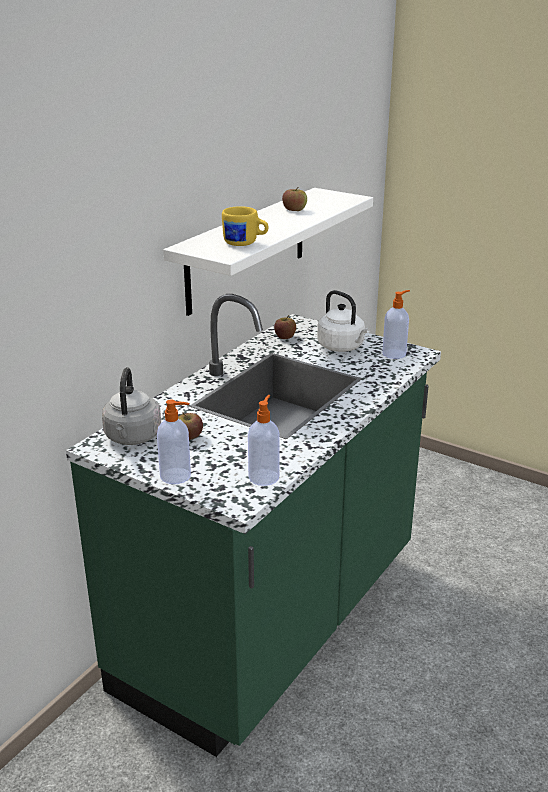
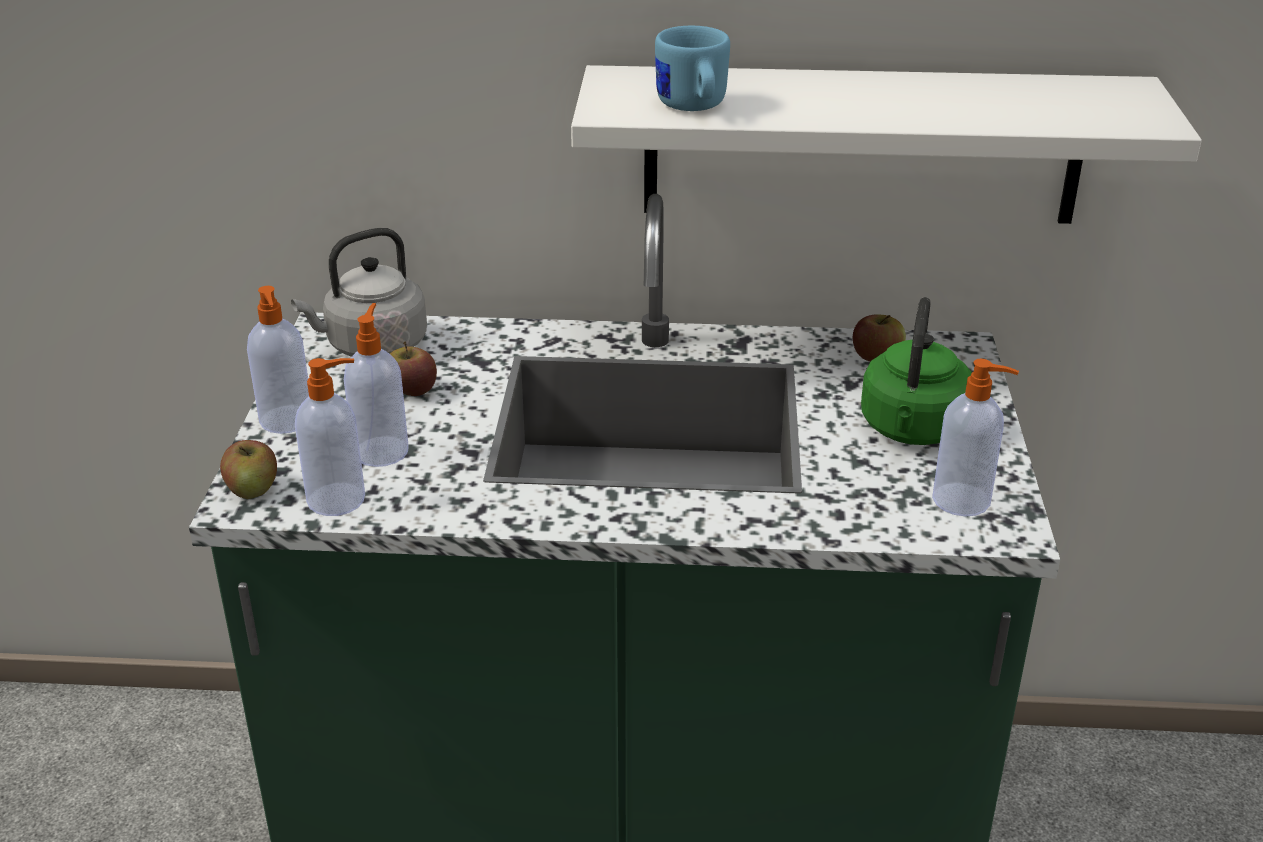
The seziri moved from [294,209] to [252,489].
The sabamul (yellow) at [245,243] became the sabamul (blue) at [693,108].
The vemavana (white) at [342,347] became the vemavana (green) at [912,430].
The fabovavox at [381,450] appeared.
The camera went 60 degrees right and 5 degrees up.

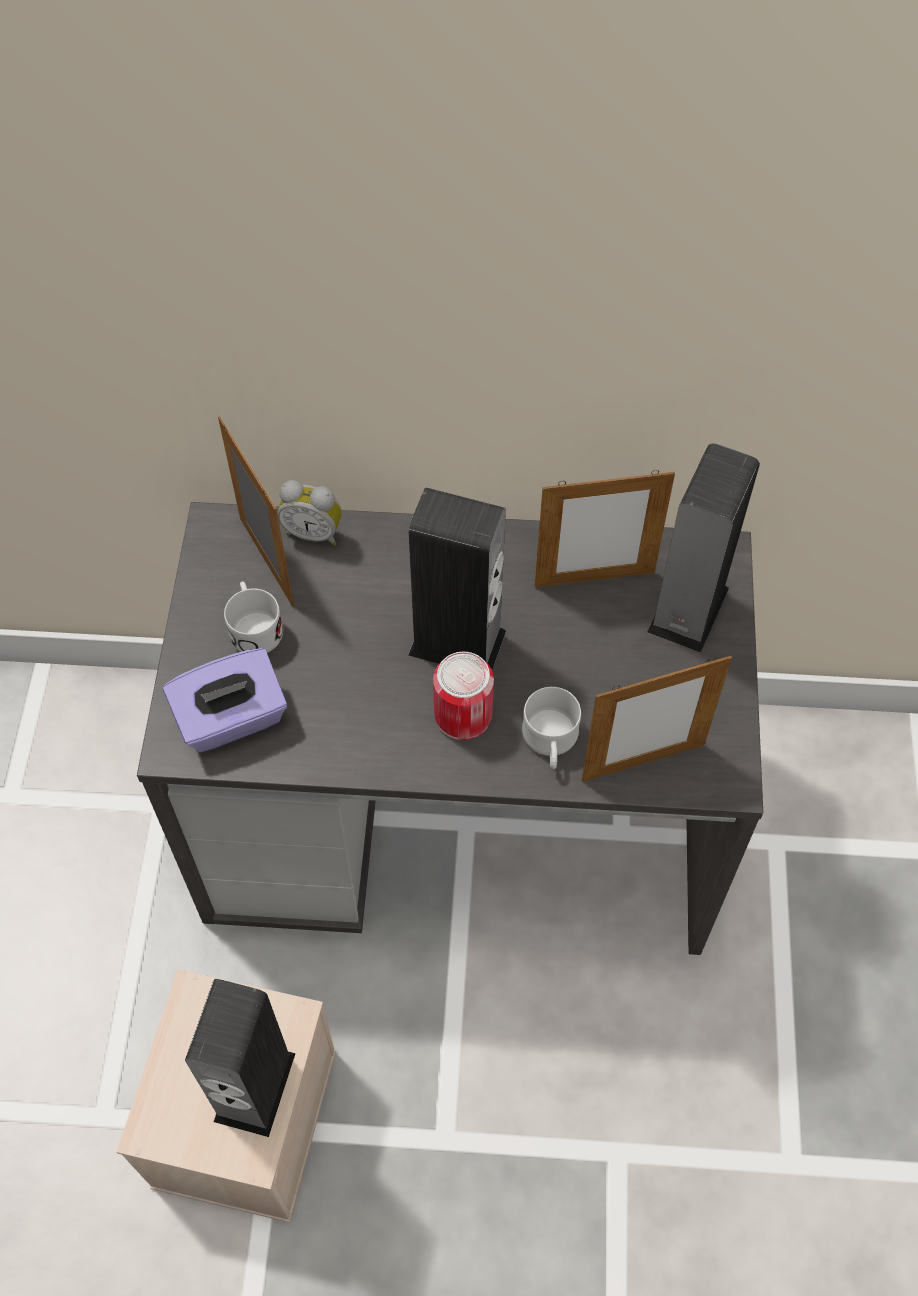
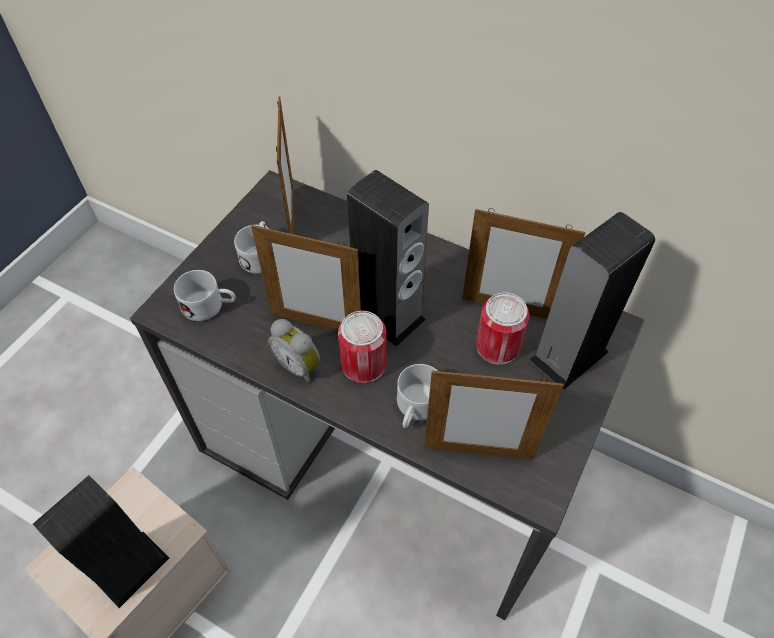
The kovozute moved from [314,532] to [299,365].
The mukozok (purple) at [232,719] was replaced by the sabamul (white) at [210,306].
The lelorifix at [316,324] appeared.
The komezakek at [497,346] appeared.
The camera went 25 degrees right and 5 degrees down.

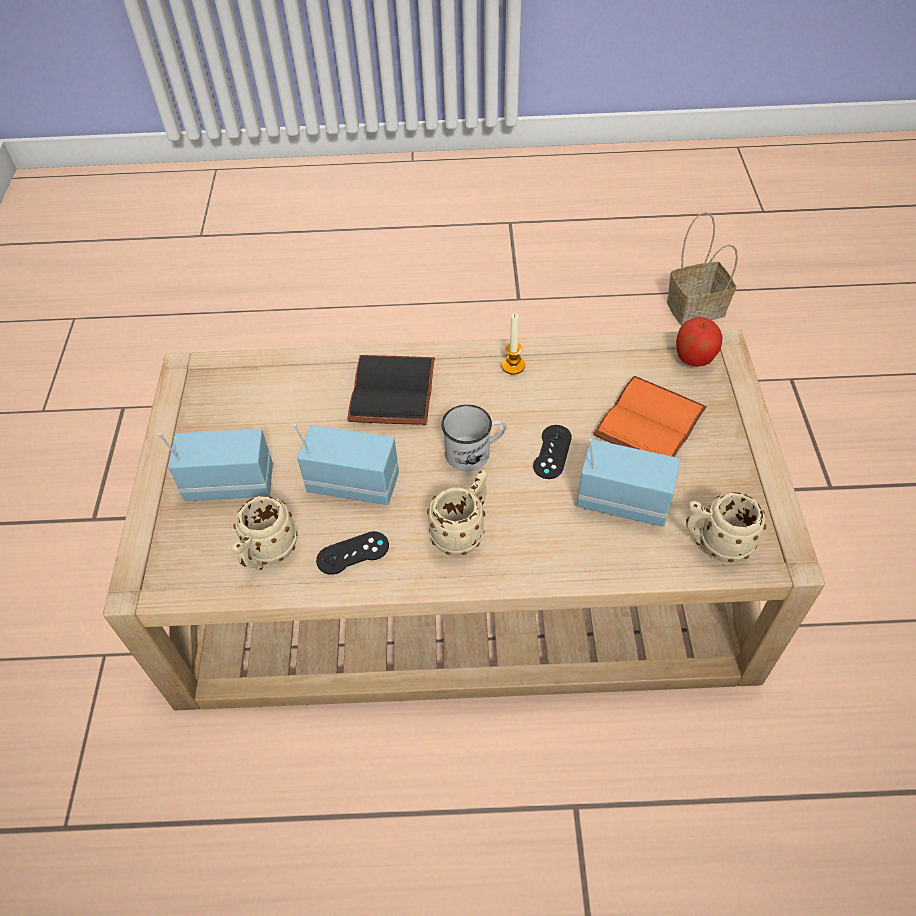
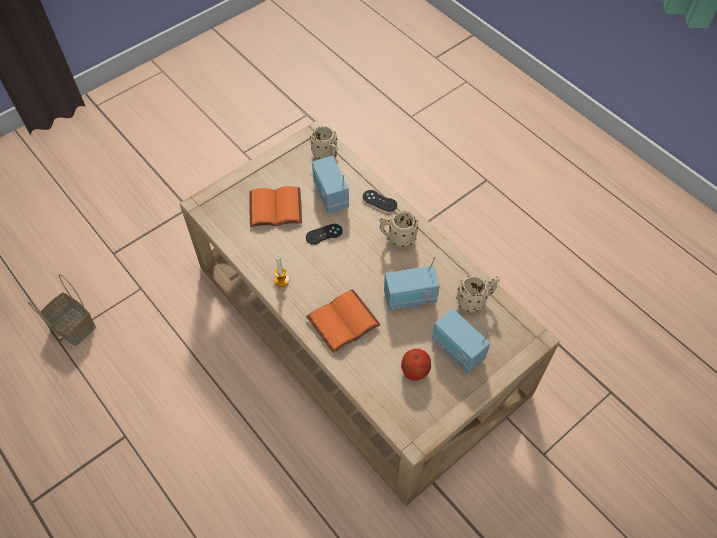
The seziri moved from [694,358] to [414,371].
The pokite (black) at [395,392] became the pokite (orange) at [343,320].
The sabamul (white) at [475,452] disappeared.
The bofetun at [354,484] turned 75 degrees counterclockwise.
The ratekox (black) moved from [353,553] to [379,201].
The camera went 130 degrees left and 5 degrees up.

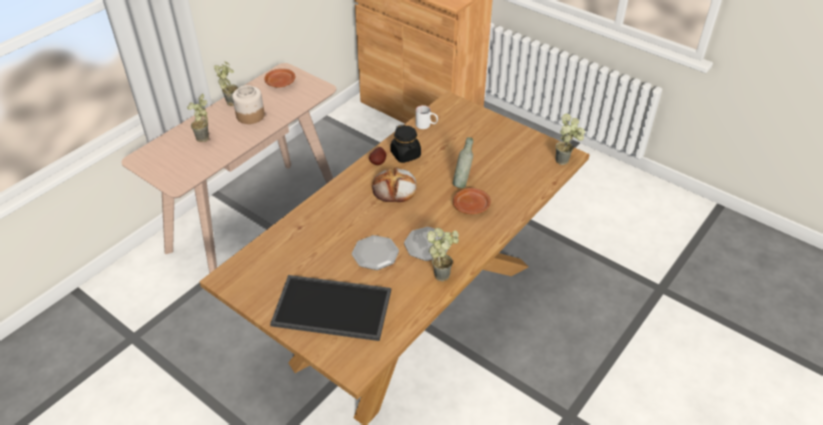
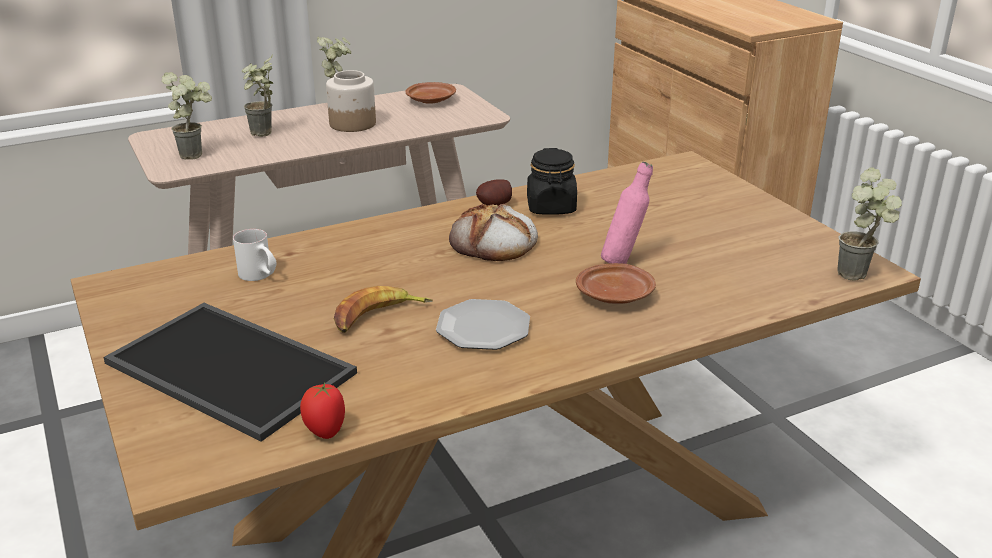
The sabamul (white) moved from [426,125] to [260,276].
The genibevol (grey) at [462,183] became the genibevol (pink) at [623,262].
The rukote moved from [443,272] to [197,154].
The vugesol at [375,254] was replaced by the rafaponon at [378,317].
The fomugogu at [325,431] appeared.
The camera went 25 degrees right and 15 degrees down.

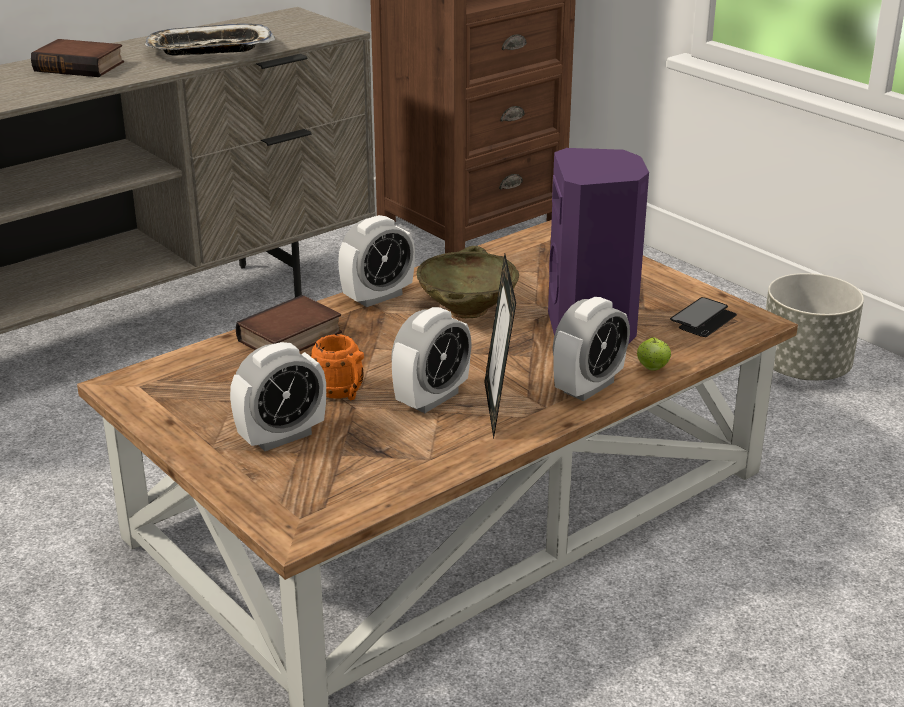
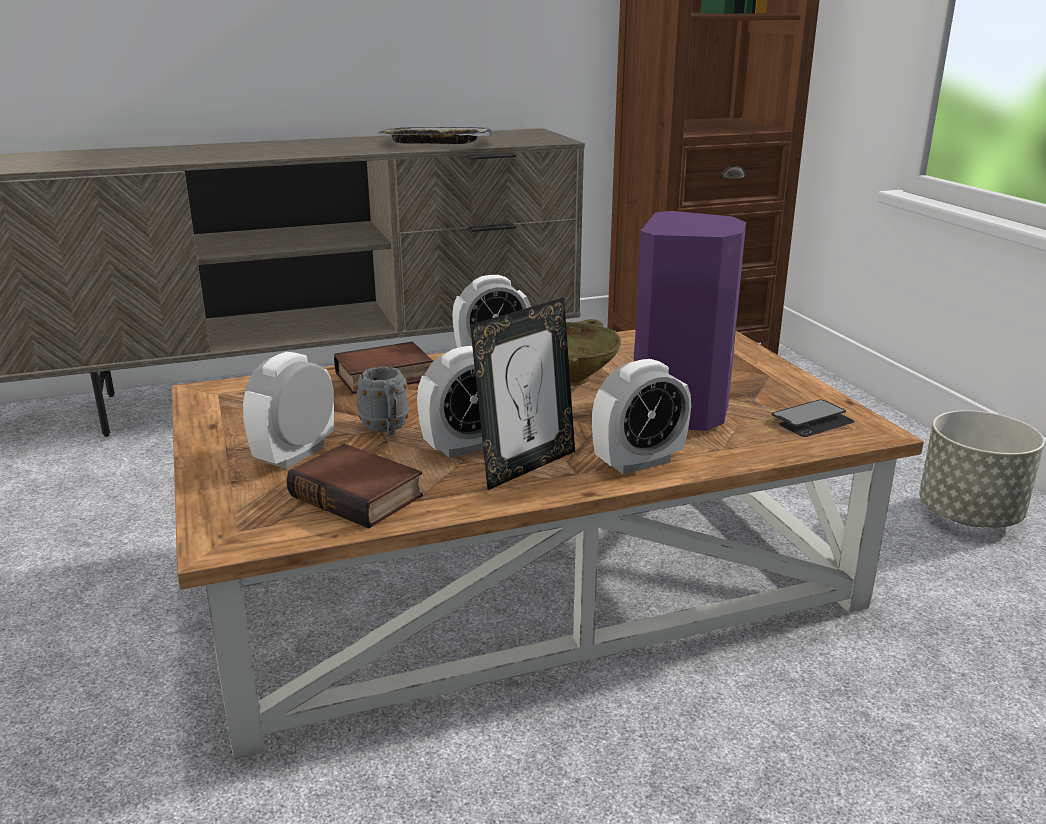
The pokite moved from [81,66] to [360,495].
The lelorifix at [498,409] turned 150 degrees counterclockwise.
The sabamul (orange) at [342,393] became the sabamul (grey) at [386,428].
The seziri at [652,368] disappeared.
The kovozute at [281,436] turned 135 degrees clockwise.
The camera went 20 degrees right and 5 degrees down.

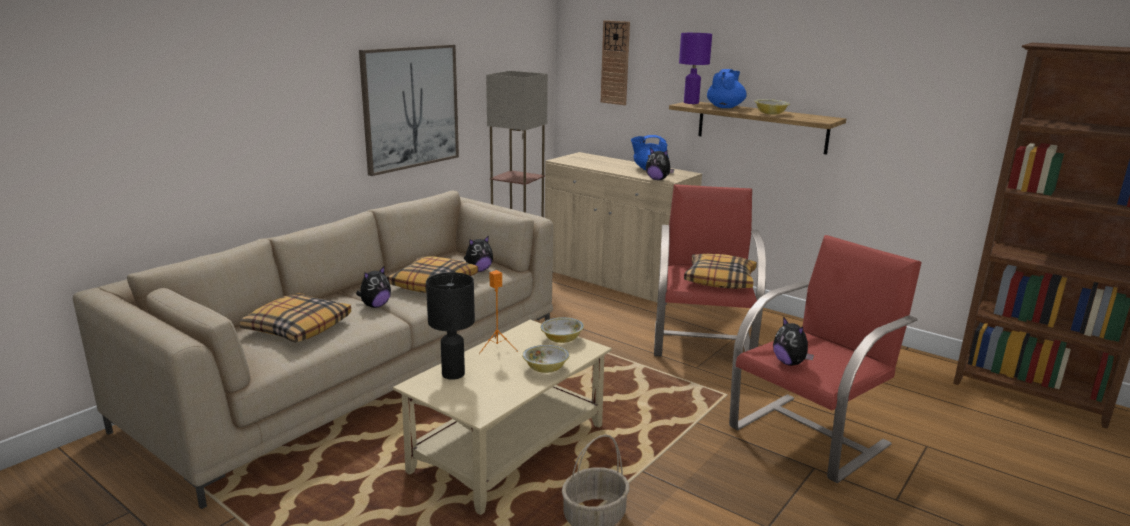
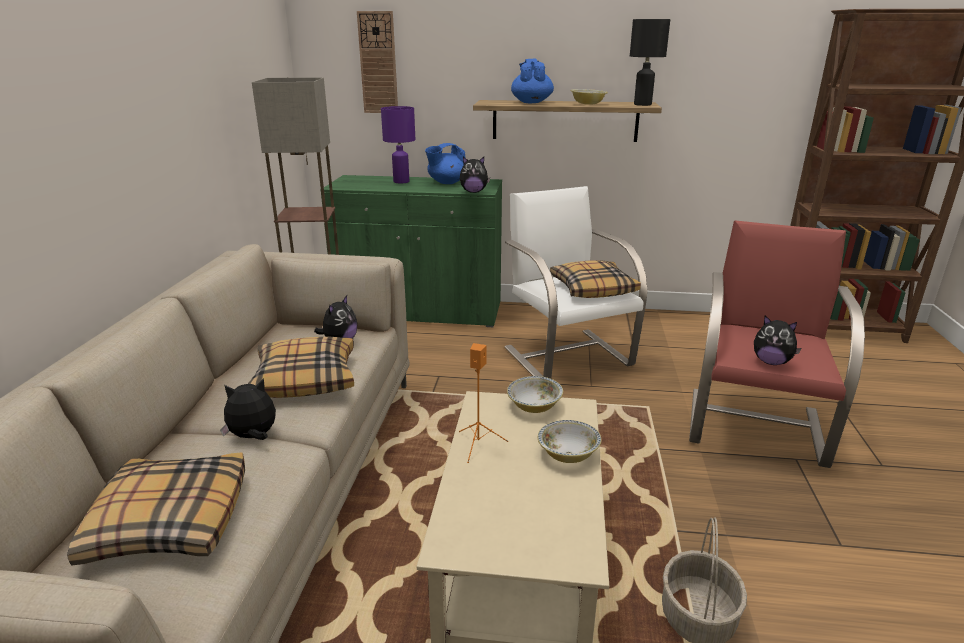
The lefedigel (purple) moved from [691,103] to [401,181].
The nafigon at [411,107] disappeared.
The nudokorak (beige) at [616,280] became the nudokorak (green) at [420,311].
The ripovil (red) at [702,341] became the ripovil (white) at [567,356].
The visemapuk at [375,306] turned 120 degrees counterclockwise.
The lefedigel (black) moved from [453,374] to [643,104].
The camera went 30 degrees left and 5 degrees up.

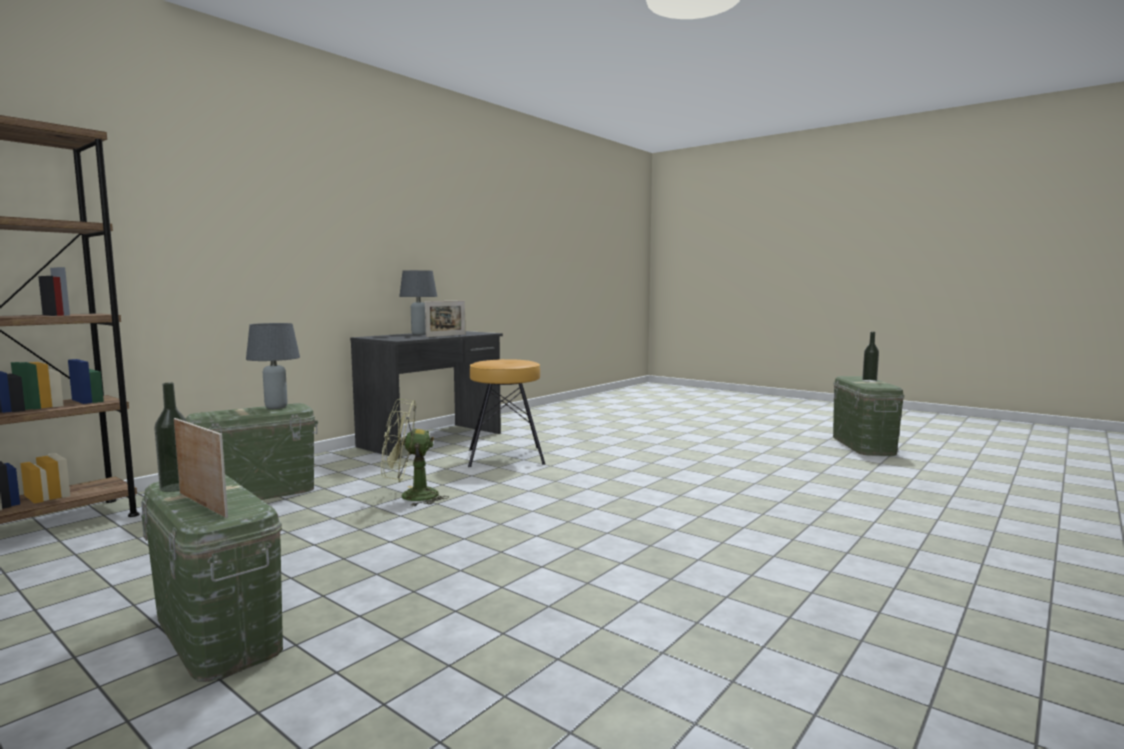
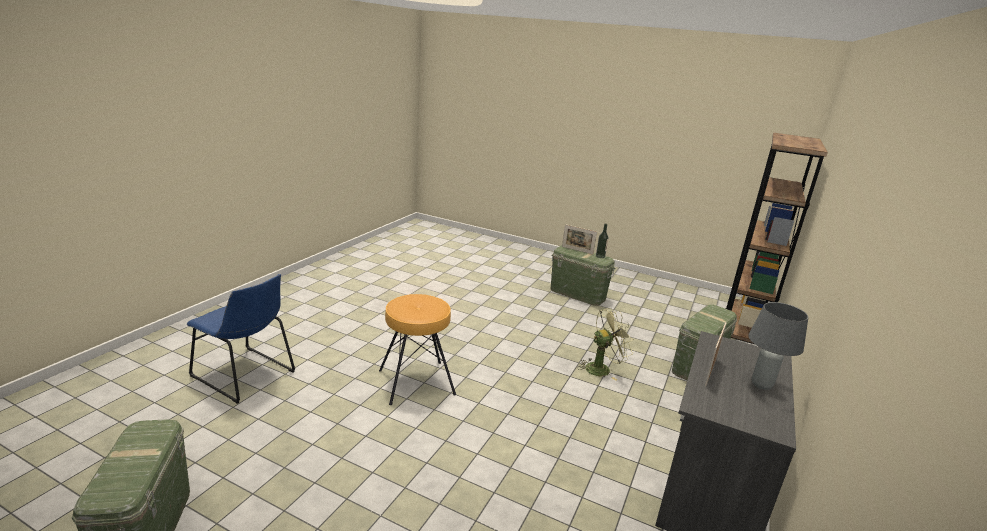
The lefedigel (grey) at [276,407] disappeared.
The genibevol at [869,381] disappeared.
The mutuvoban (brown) moved from [505,457] to [416,382].
The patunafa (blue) at [246,375] appeared.
The camera went 165 degrees right and 15 degrees up.

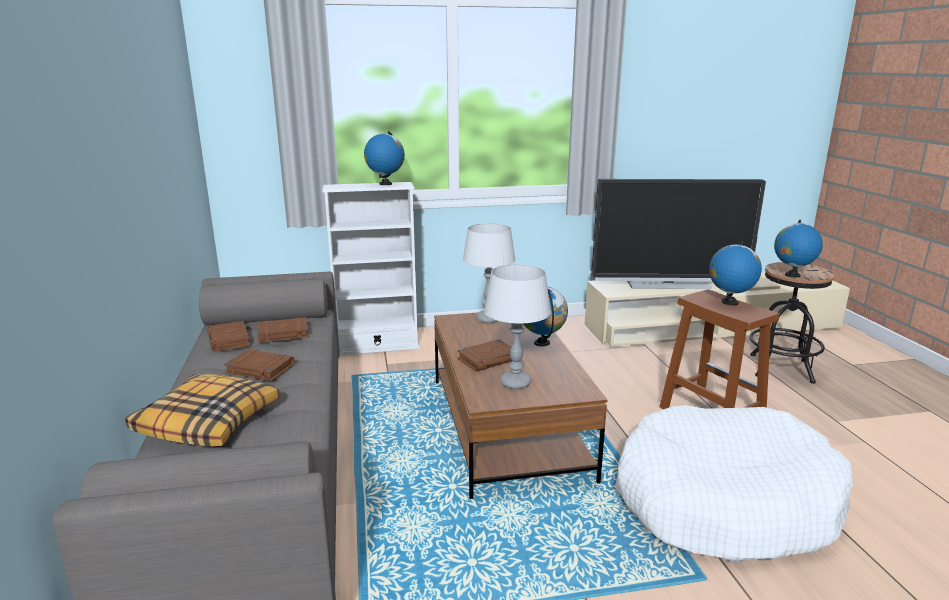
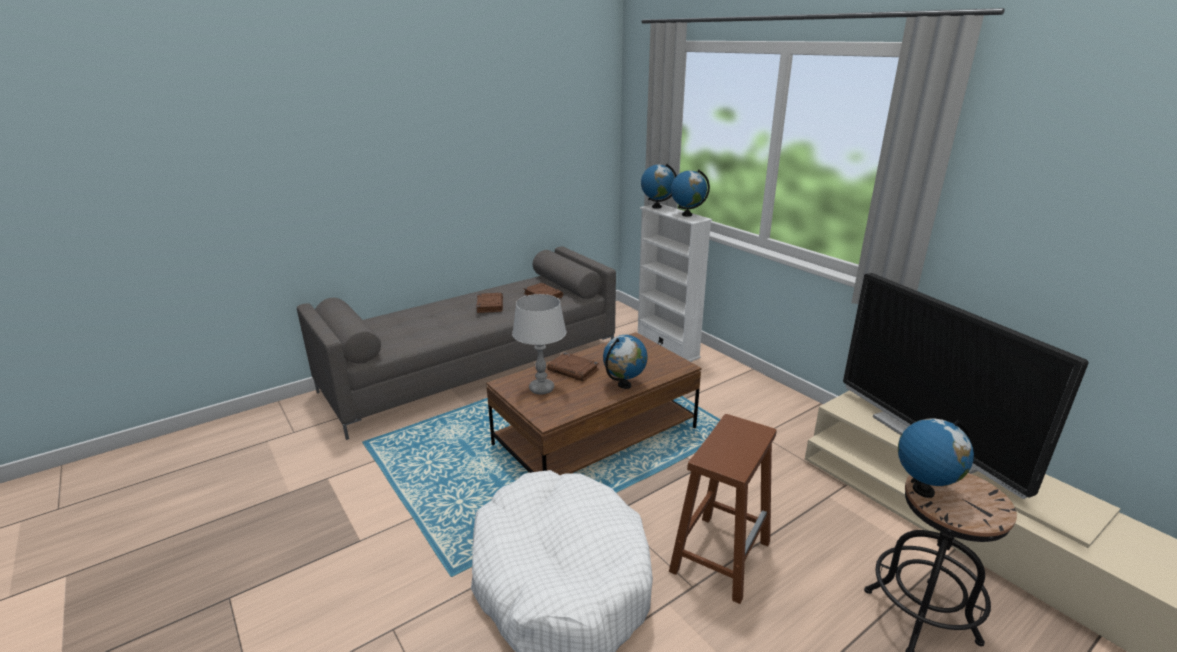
The lefedigel (grey) at [488,319] disappeared.
The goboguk moved from [729,302] to [656,207].
The pokite (brown) at [229,340] disappeared.
The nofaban at [209,422] disappeared.
The camera went 65 degrees right and 5 degrees up.

